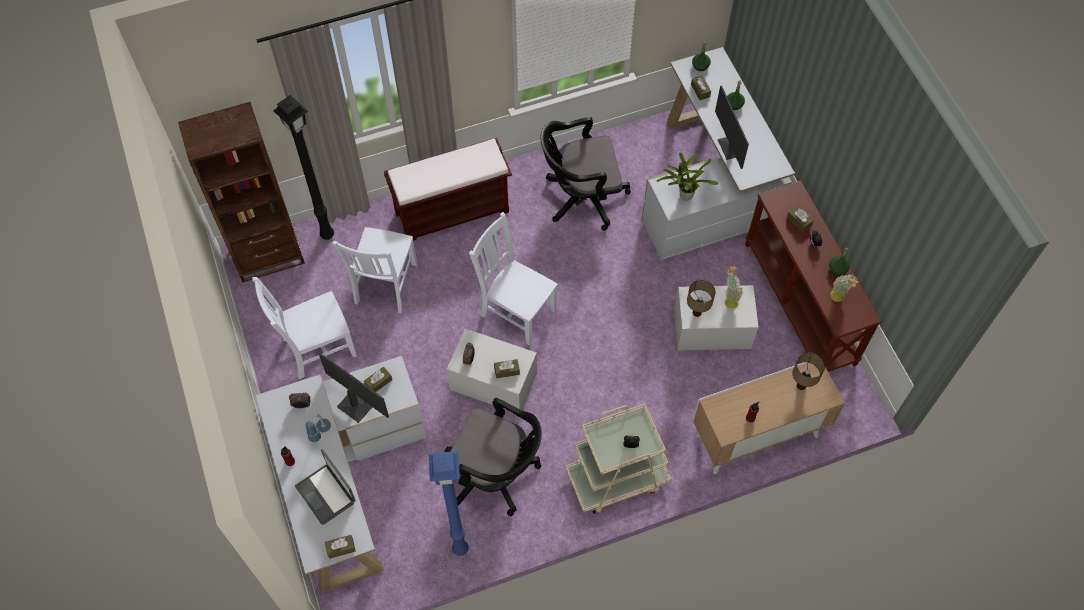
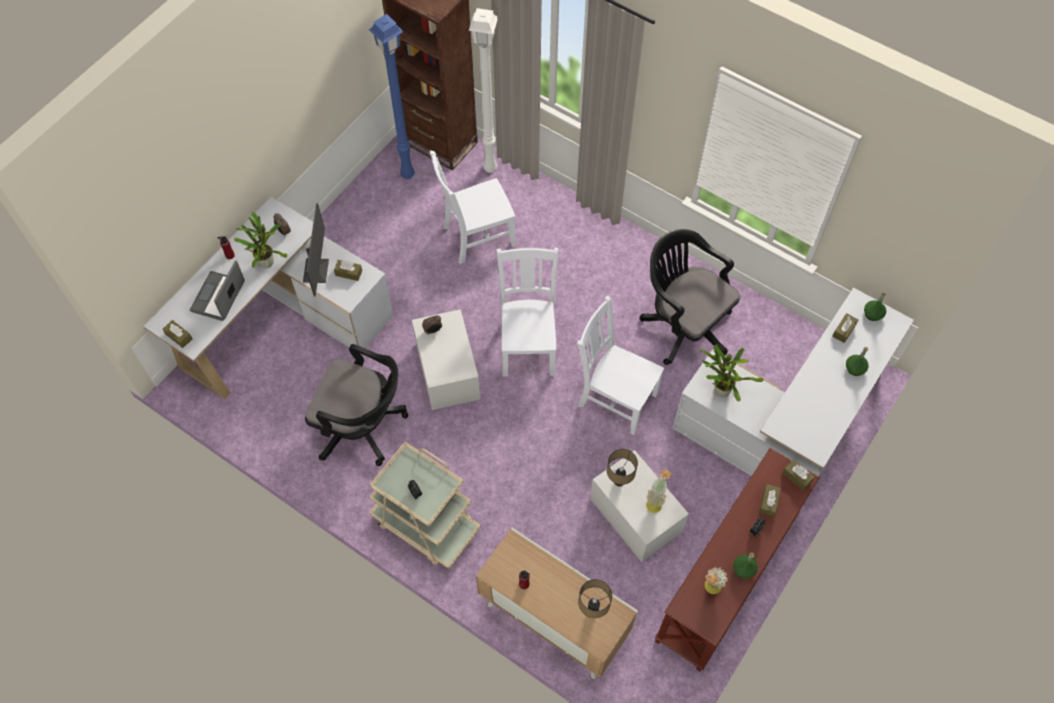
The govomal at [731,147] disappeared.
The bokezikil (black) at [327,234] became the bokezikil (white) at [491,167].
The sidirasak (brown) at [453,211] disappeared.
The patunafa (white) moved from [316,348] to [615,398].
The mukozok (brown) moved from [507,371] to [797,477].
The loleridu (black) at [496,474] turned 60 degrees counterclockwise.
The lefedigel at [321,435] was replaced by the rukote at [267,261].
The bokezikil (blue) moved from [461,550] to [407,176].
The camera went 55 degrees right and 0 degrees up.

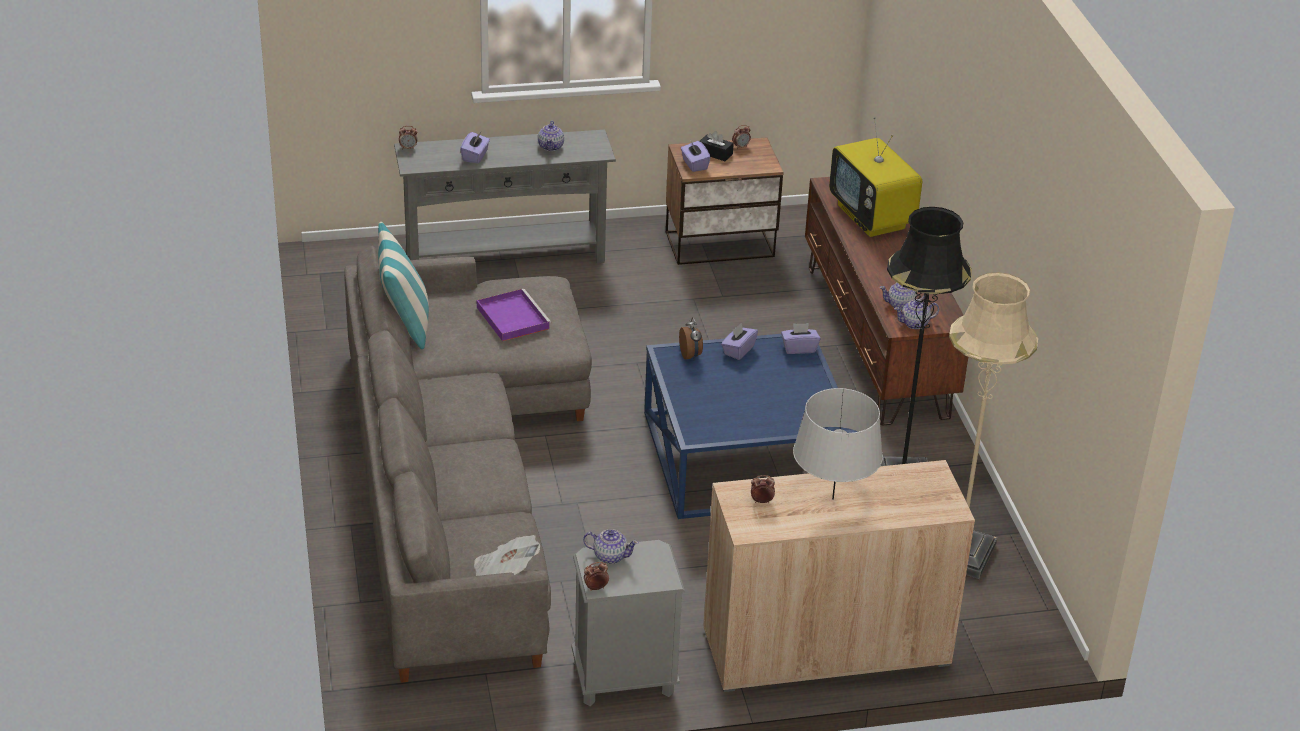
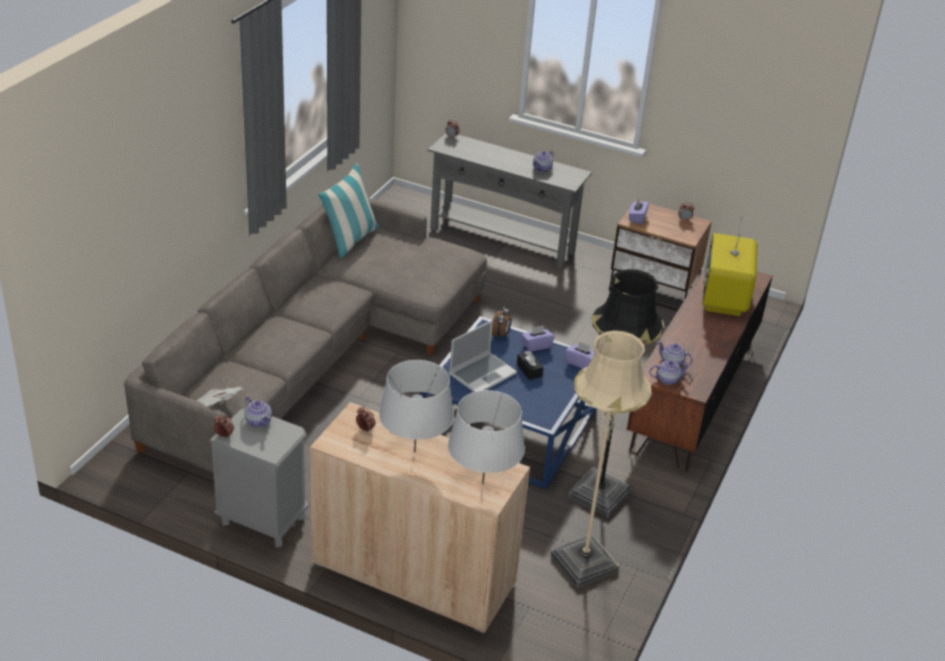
The mukozok (black) moved from [715,153] to [529,370].
The mukozok (purple) at [475,156] disappeared.
The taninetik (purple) at [512,317] disappeared.
The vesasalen at [915,324] turned 150 degrees clockwise.
The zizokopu at [482,374] appeared.
The lefedigel (grey) at [483,484] appeared.
The camera went 35 degrees right and 0 degrees up.

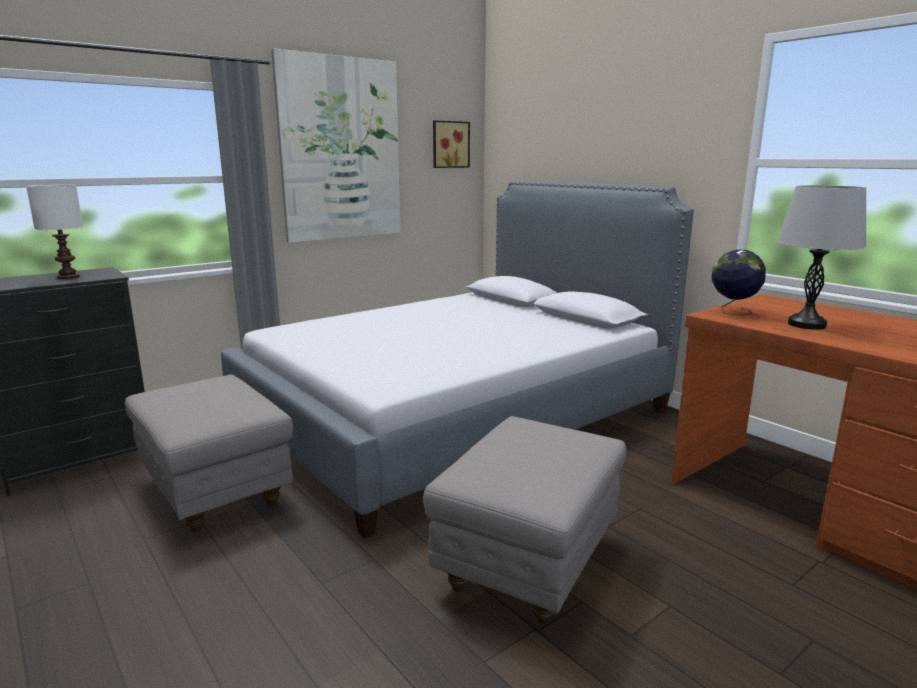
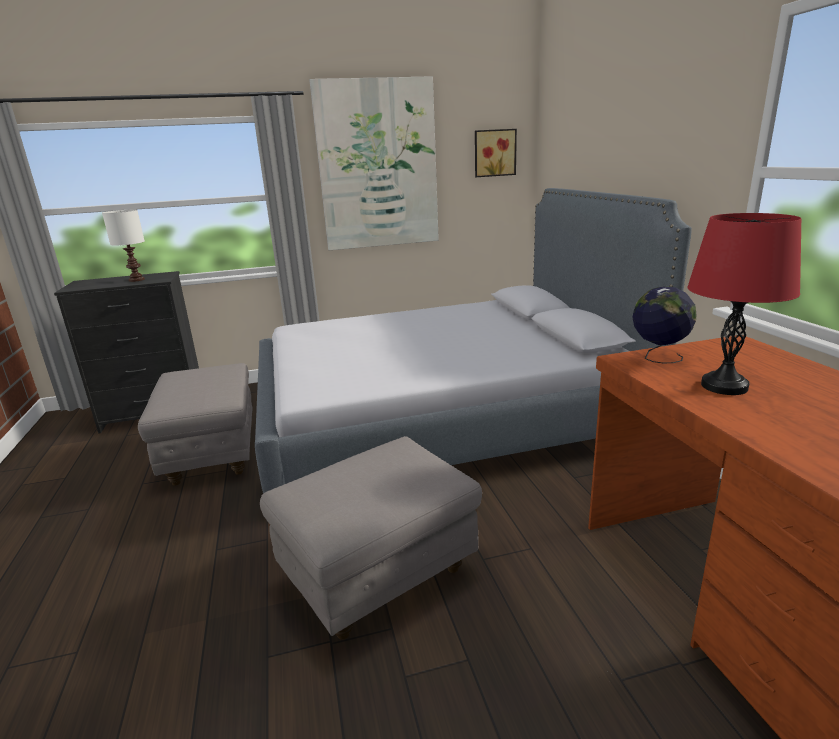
The lefedigel (grey) at [806,325] became the lefedigel (red) at [724,386].
The camera went 25 degrees right and 5 degrees up.

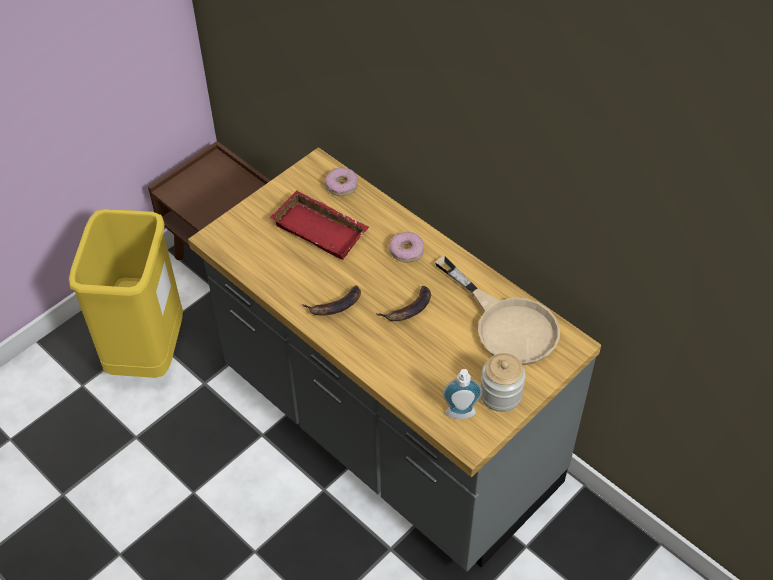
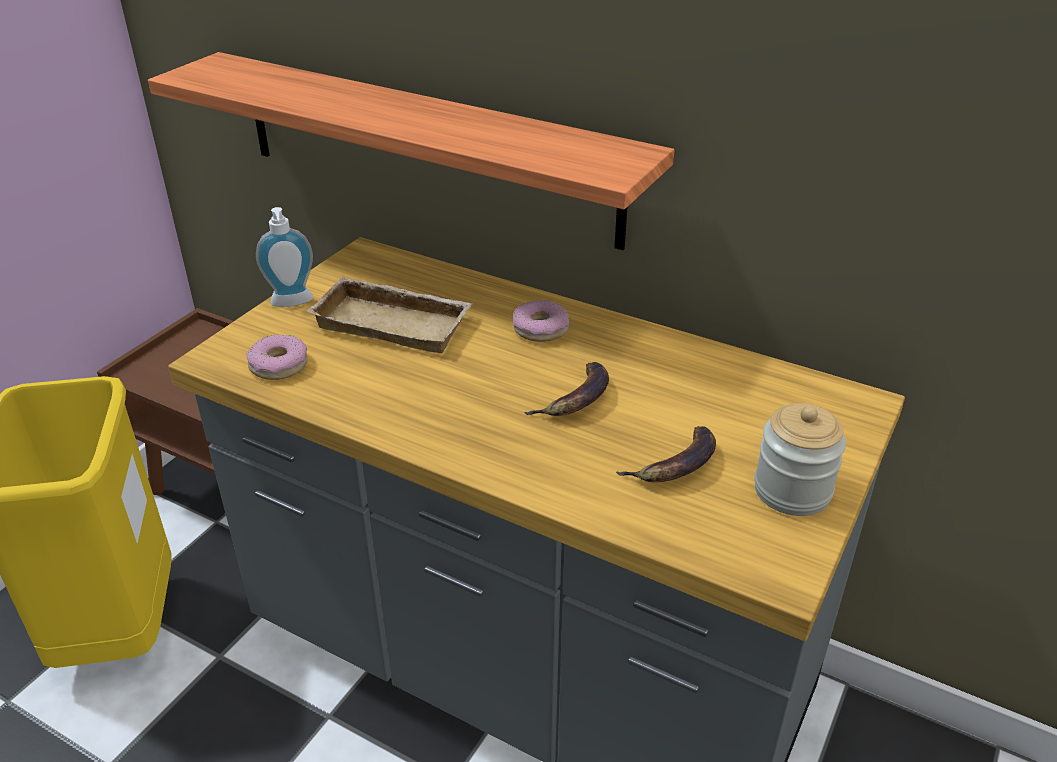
The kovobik moved from [341,185] to [278,365].
The taninetik (red) at [322,229] became the taninetik (beige) at [395,322].
The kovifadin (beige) at [506,324] disappeared.
The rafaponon moved from [335,305] to [676,465].
The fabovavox moved from [461,416] to [292,303].
The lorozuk at [424,147] appeared.
The camera went 15 degrees left and 15 degrees down.

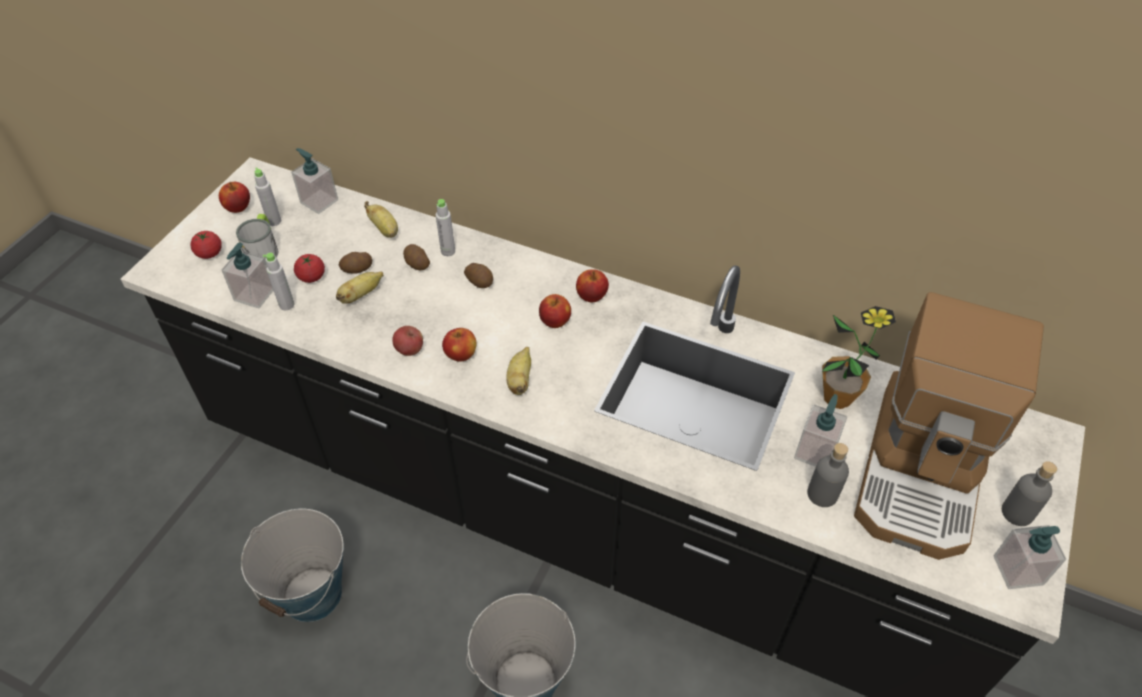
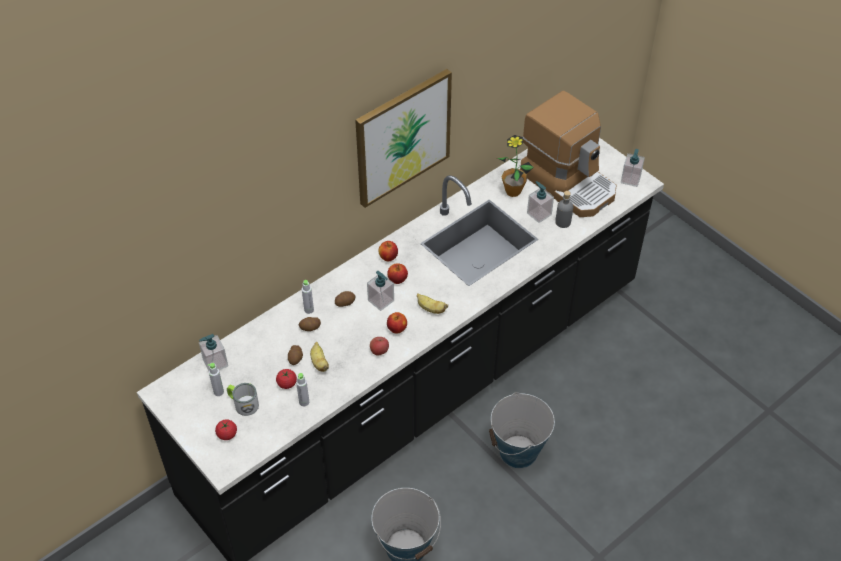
The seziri at [238,208] disappeared.
The rafaponon at [385,230] disappeared.
The fabovavox moved from [254,295] to [381,300].
The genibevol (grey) at [1017,512] disappeared.
The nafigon at [402,137] appeared.
The camera went 65 degrees left and 0 degrees up.

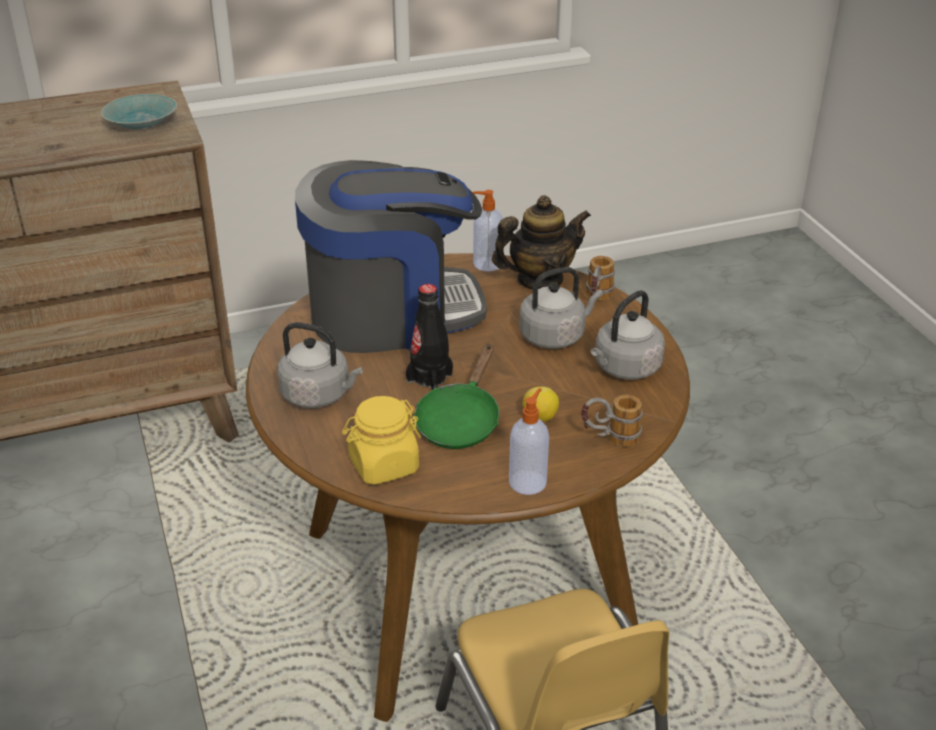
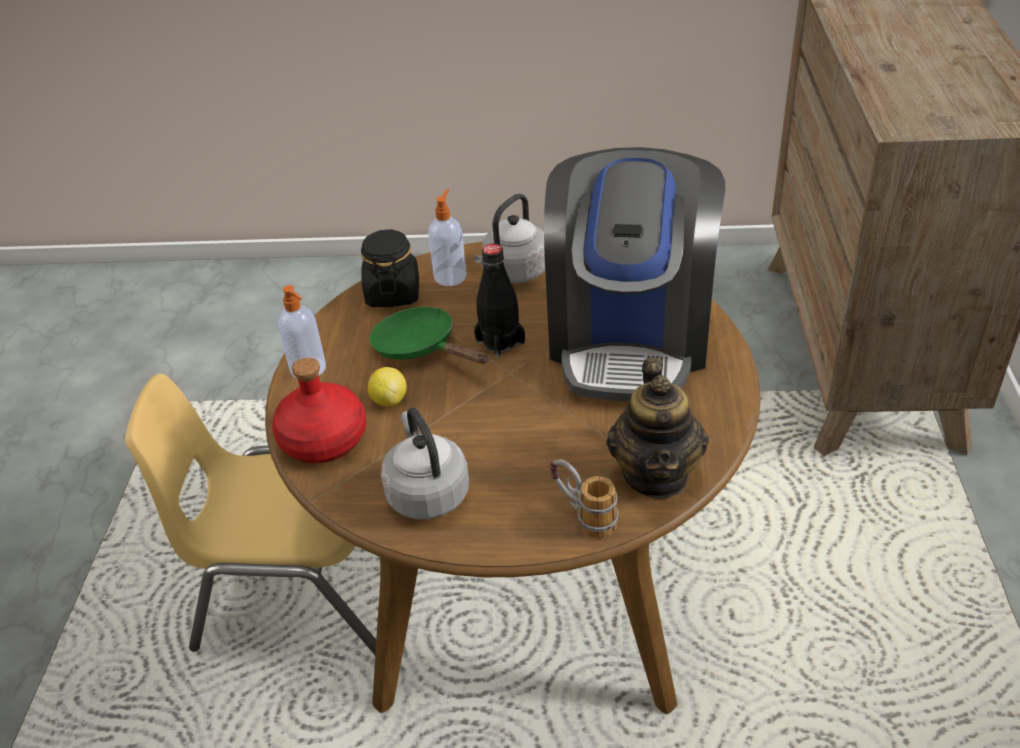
The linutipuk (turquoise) at [139,124] disappeared.
The fabovavox moved from [486,264] to [451,276].
The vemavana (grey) at [555,336] disappeared.
The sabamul at [609,439] was replaced by the genibevol (red) at [322,440].
The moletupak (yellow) at [383,465] became the moletupak (black) at [393,293].
The camera went 115 degrees right and 5 degrees up.

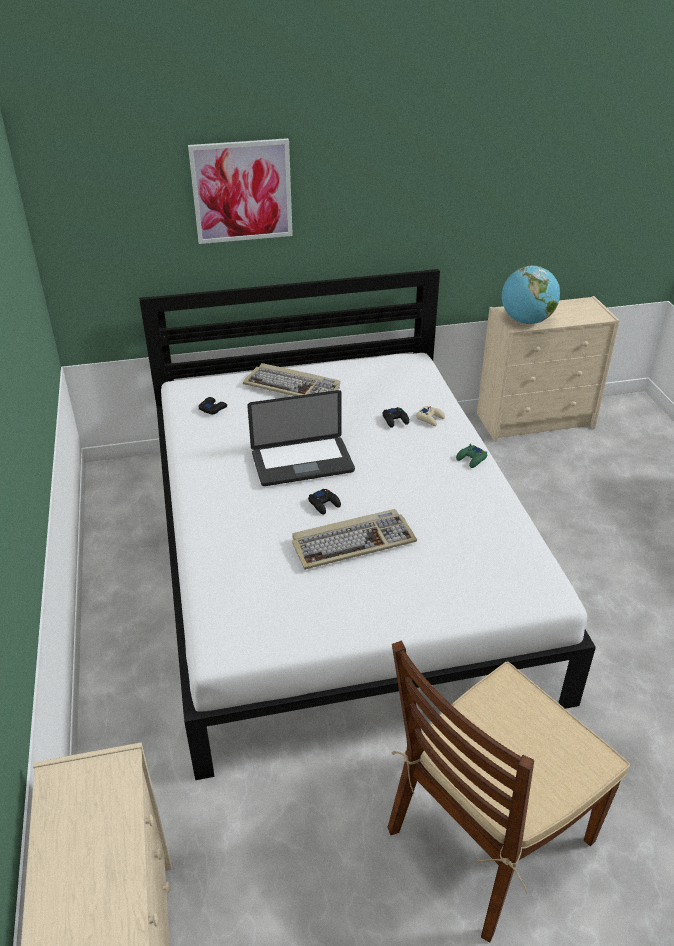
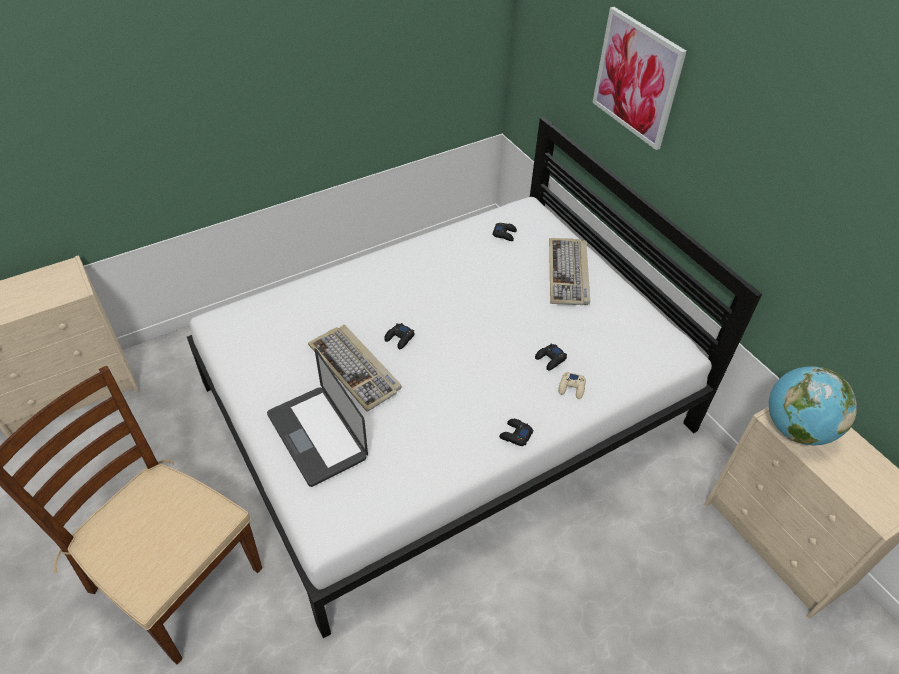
The zizokopu moved from [302,463] to [317,436].
The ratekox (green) at [471,459] became the ratekox (black) at [515,435].
The camera went 70 degrees right and 10 degrees up.

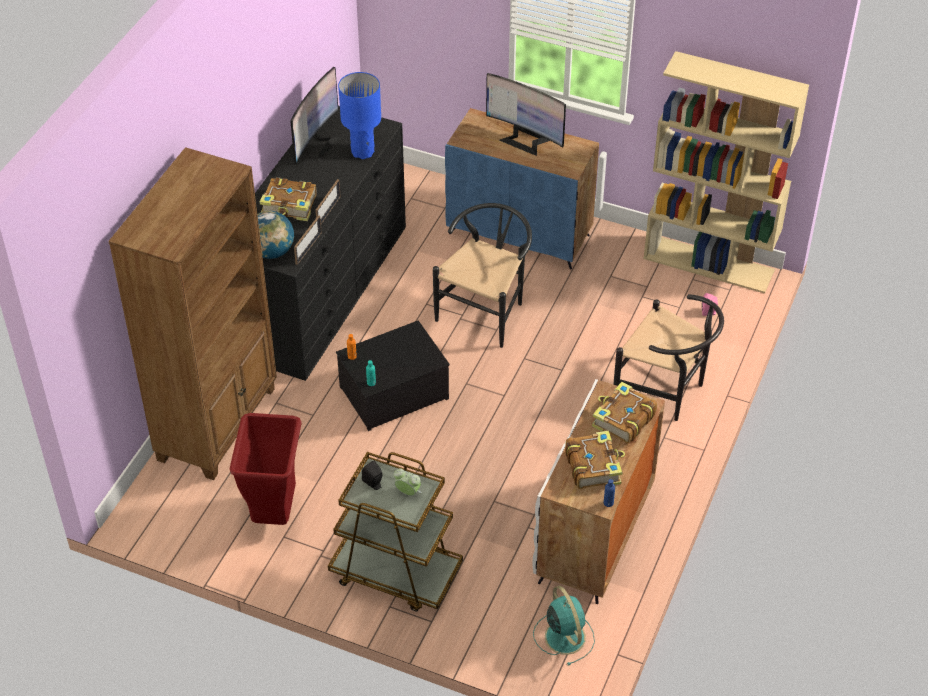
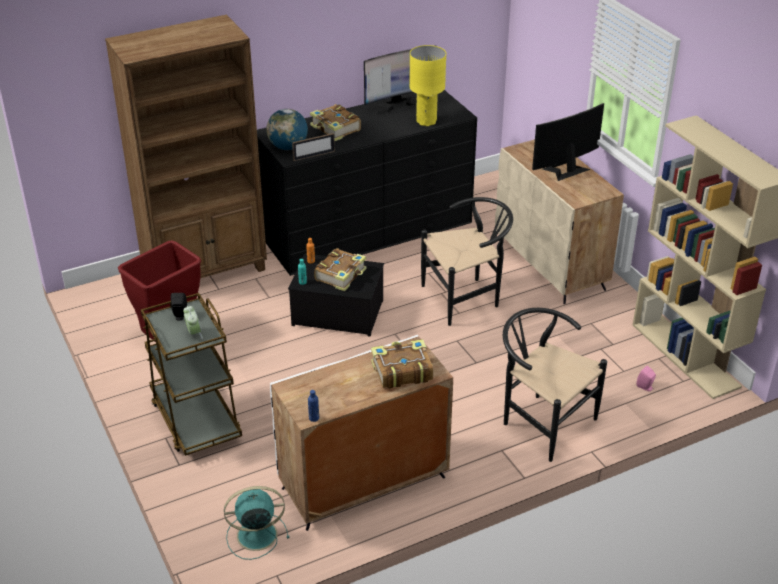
The lefedigel (blue) at [363,152] became the lefedigel (yellow) at [426,121].
The govomal at [525,140] turned 75 degrees clockwise.
The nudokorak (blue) at [520,234] became the nudokorak (beige) at [551,264].
The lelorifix at [328,211] disappeared.
The patunafa (black) at [666,392] turned 150 degrees clockwise.
The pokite moved from [593,466] to [341,275].
The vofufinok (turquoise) at [564,635] turned 120 degrees counterclockwise.
The camera went 40 degrees right and 10 degrees down.

